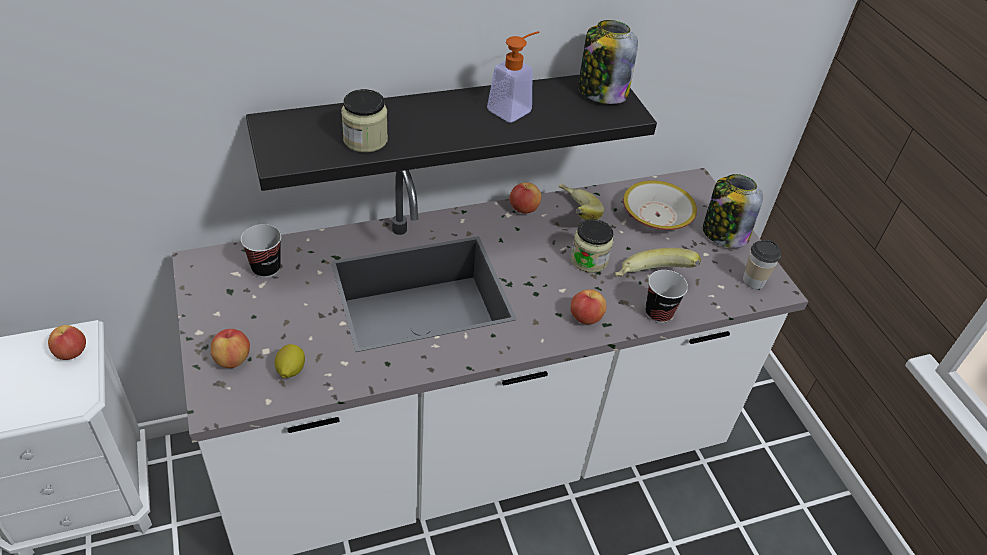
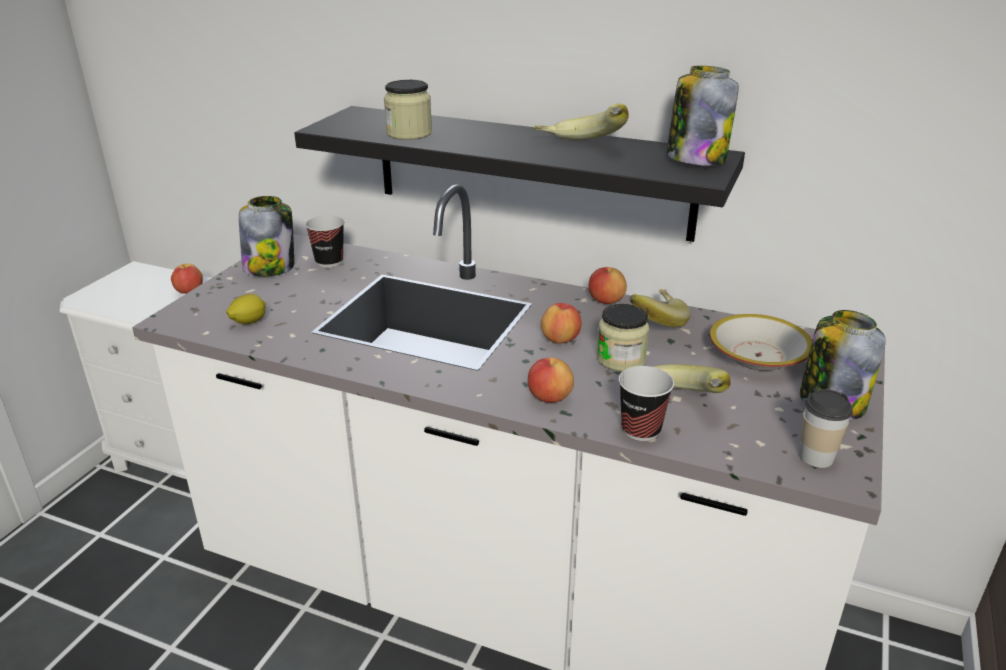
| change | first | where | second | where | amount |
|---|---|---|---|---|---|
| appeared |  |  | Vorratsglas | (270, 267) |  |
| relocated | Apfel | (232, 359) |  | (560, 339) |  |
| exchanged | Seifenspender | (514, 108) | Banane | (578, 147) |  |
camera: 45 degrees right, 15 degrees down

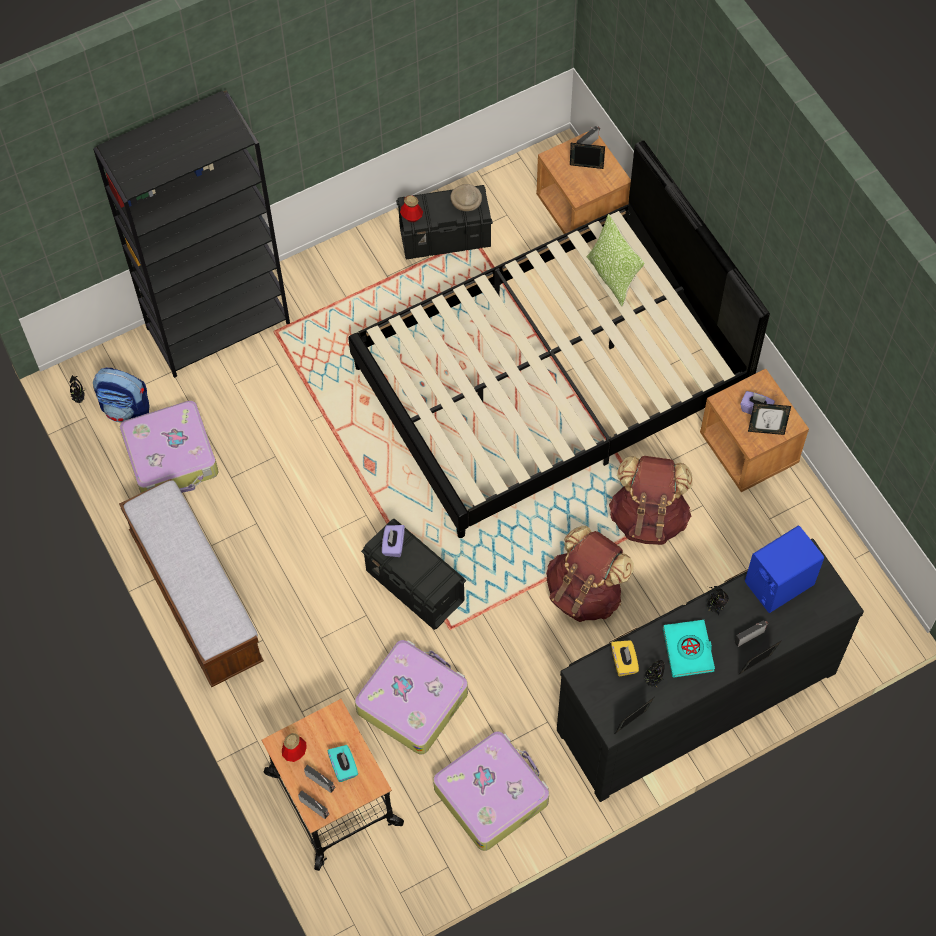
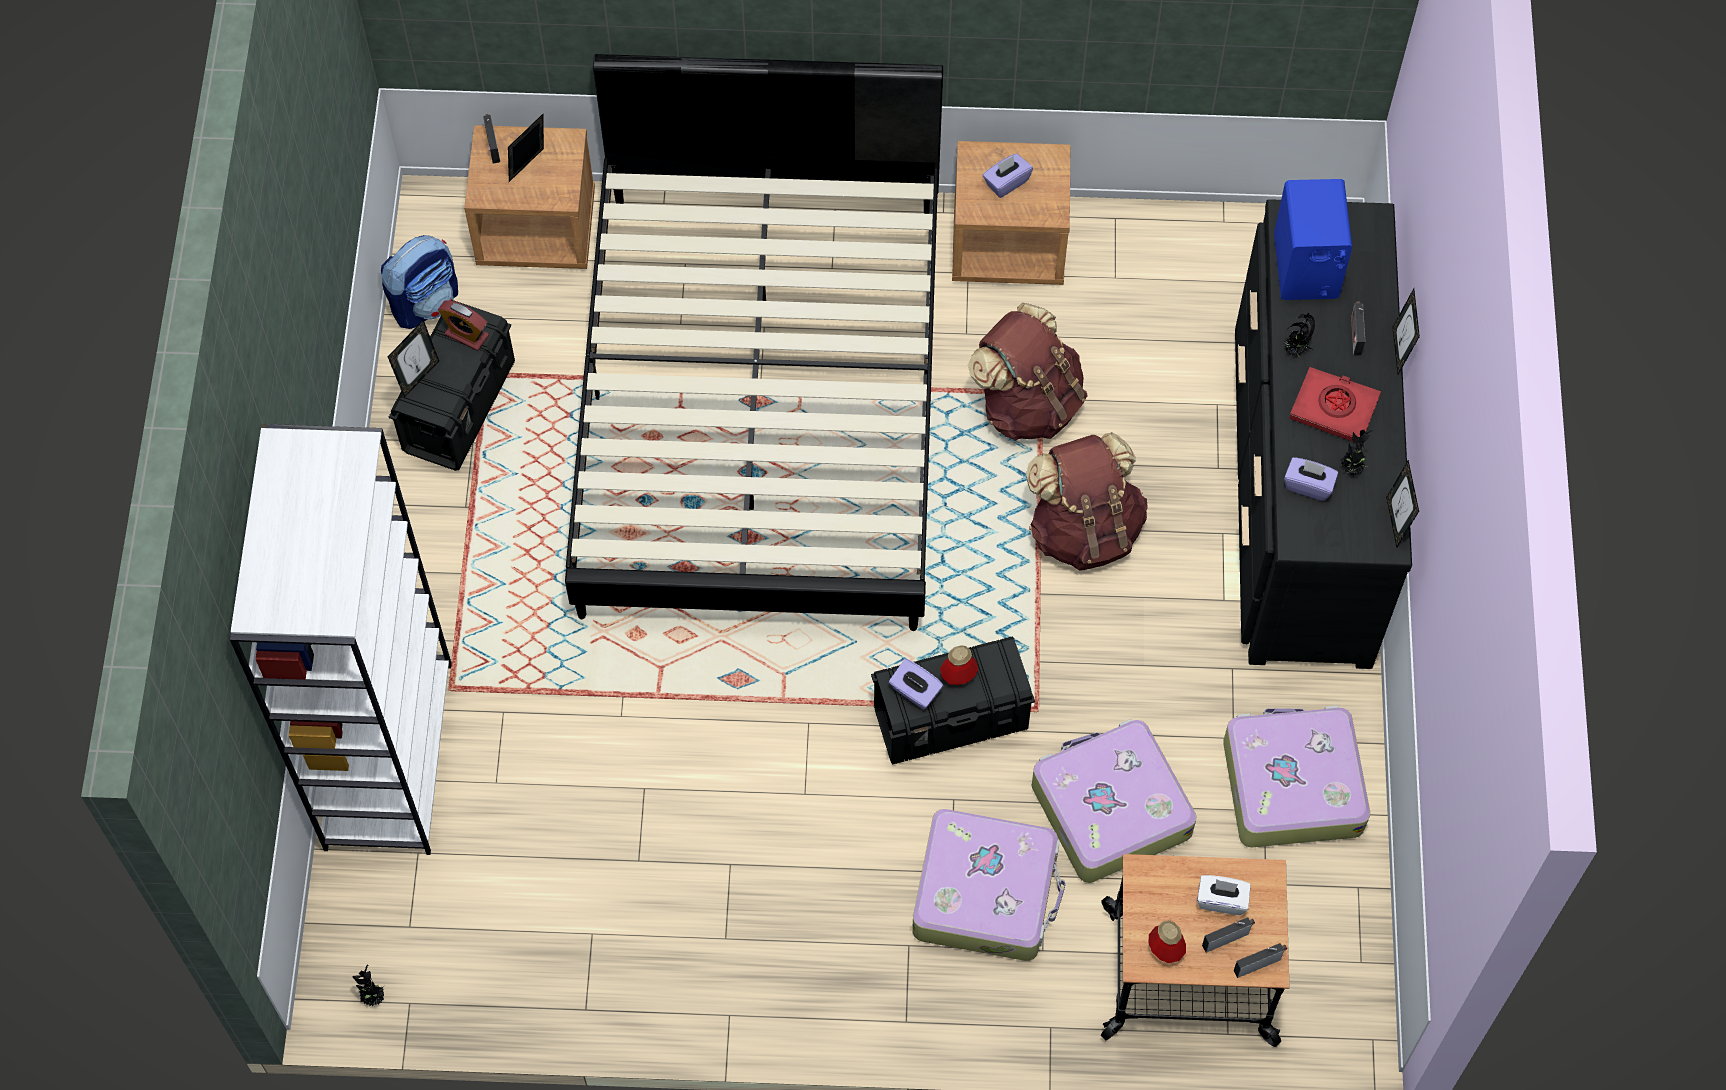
| change | first | where | second | where | amount |
|---|---|---|---|---|---|
| missing | Bank | (196, 597) |  |  |  |
| missing | Kissen | (612, 277) |  |  |  |
| relocated | Rucksack | (126, 408) |  | (426, 302) |  |
| relocated | Koffer | (172, 457) |  | (986, 892) |  |
| relocated | Flasche | (411, 217) |  | (958, 675) |  |
| relocated | Bilderrahmen | (766, 430) |  | (418, 377) |  |
| exchanged | Schüssel [beige] | (467, 204) | Wecker | (467, 335) |  |
| colour | Bücherregal [schwarz] | (219, 325) | Bücherregal [weiß] | (387, 754) |  |
| colour | Taschentuchbox [türkis] | (344, 767) | Taschentuchbox [weiß] | (1221, 900) |  |
| colour | Taschentuchbox [gelb] | (624, 662) | Taschentuchbox [lila] | (1308, 485) |  |
| colour | Buch [türkis] | (688, 650) | Buch [rot] | (1334, 408) |  |
camera: 60 degrees left, 0 degrees up

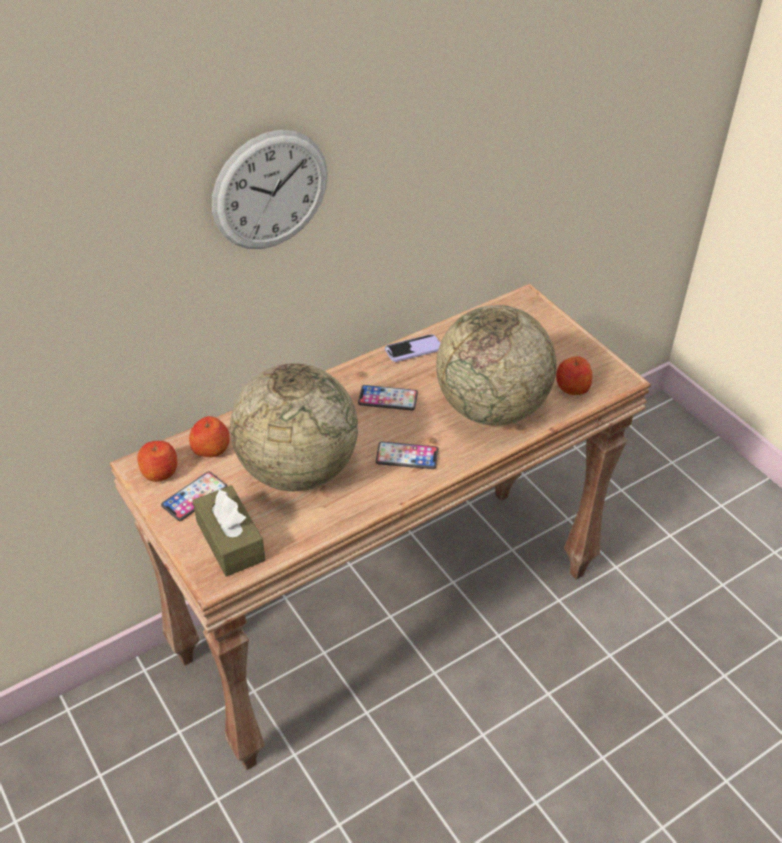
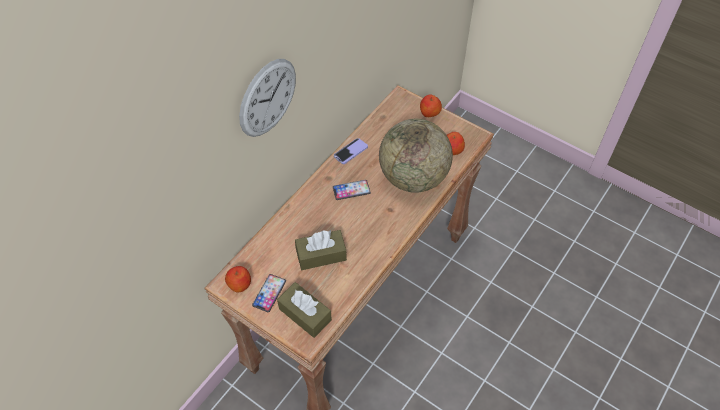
| change | first | where | second | where | amount |
|---|---|---|---|---|---|
| missing | Handy | (407, 456) |  |  |  |
| relocated | Apfel | (211, 449) |  | (429, 112) |  |
| exchanged | Globus | (297, 470) | Taschentuchbox [braun] | (321, 255) |  |
camera: 20 degrees left, 10 degrees up

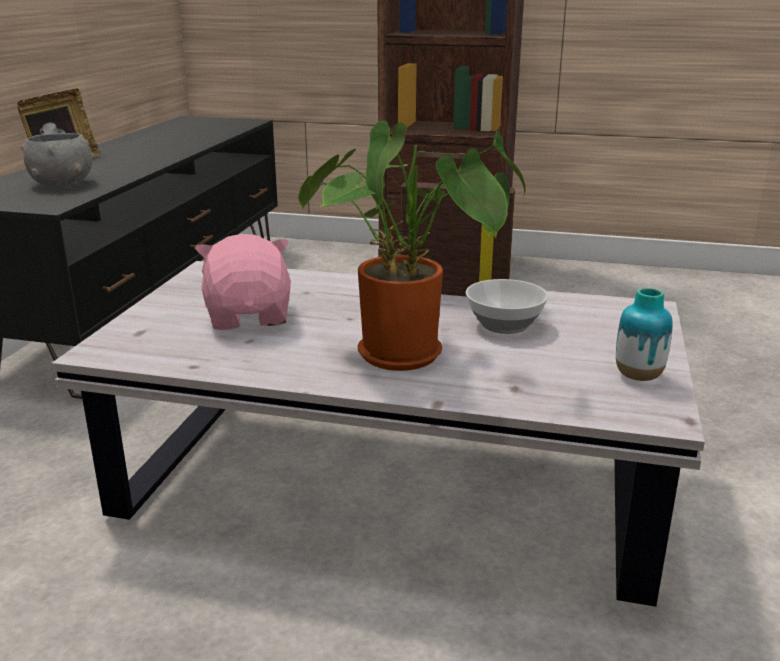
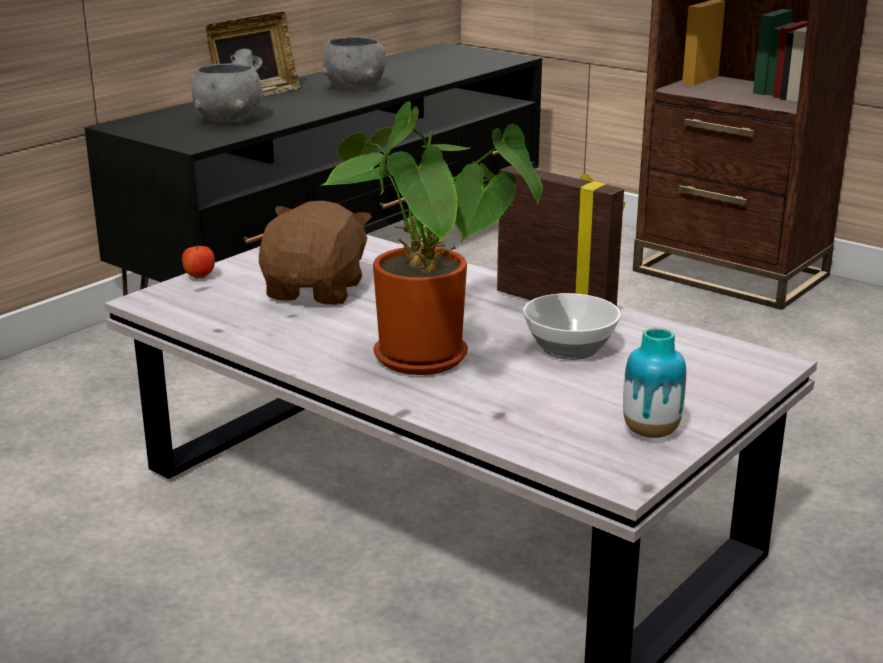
| change | first | where | second | where | amount |
|---|---|---|---|---|---|
| appeared |  |  | Apfel | (199, 277) |  |
| appeared |  |  | Schüssel [grau] | (354, 87) |  |
| colour | Plüschtier [rosa] | (249, 316) | Plüschtier [braun] | (316, 291) |  |
camera: 25 degrees right, 0 degrees up

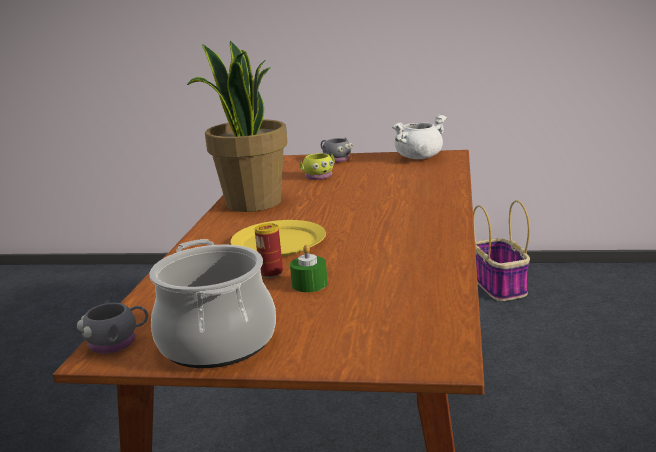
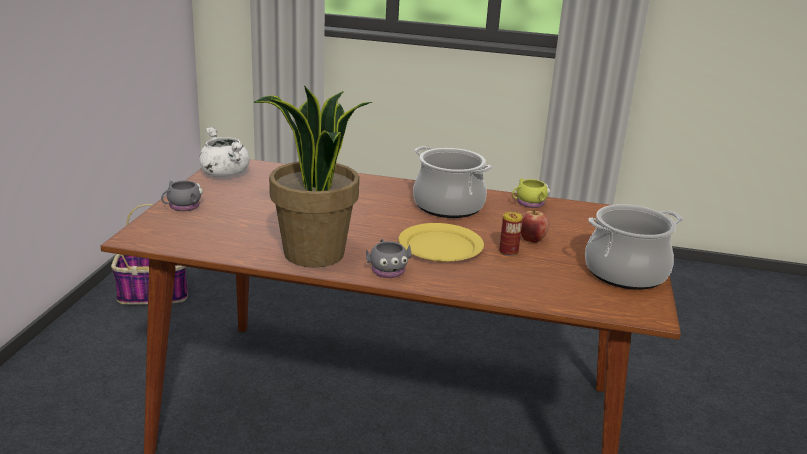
| change | first | where | second | where | amount |
|---|---|---|---|---|---|
| appeared |  |  | Kochtopf | (449, 206) |  |
| relocated | Henkelbecher [grau] | (117, 342) |  | (387, 269) |  |
| relocated | Henkelbecher [gelb] | (317, 176) |  | (528, 203) |  |
| exchanged | Kerze [grün] | (309, 284) | Apfel | (532, 240) |  |
camera: 90 degrees left, 5 degrees up

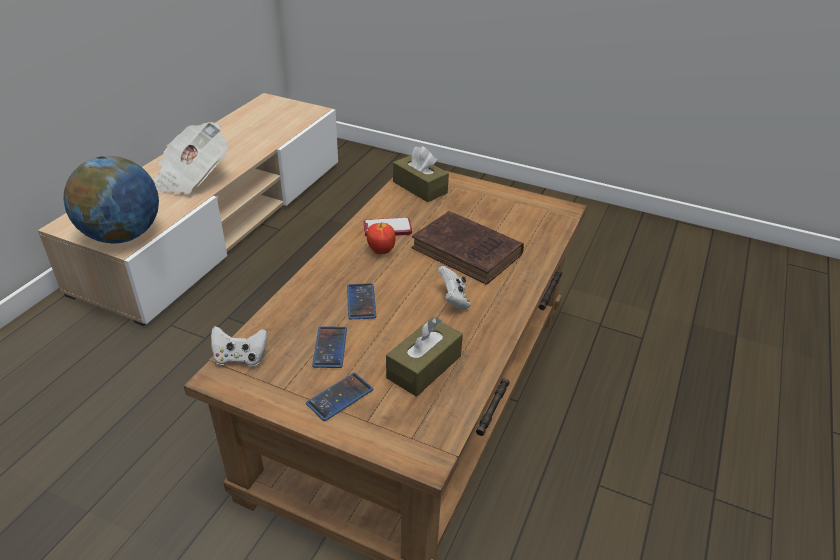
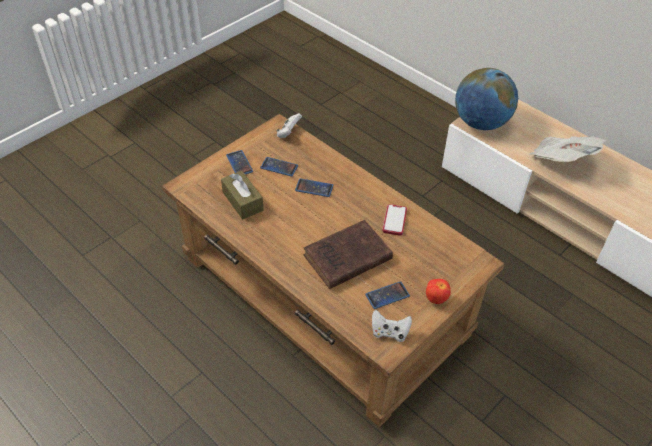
| change | first | where | second | where | amount |
|---|---|---|---|---|---|
| missing | Taschentuchbox [braun] | (420, 187) |  |  |  |
| appeared |  |  | Handy | (387, 295) |  |
| relocated | Apfel | (380, 251) |  | (436, 299) |  |
| relocated | Gamepad [weiß] | (454, 300) |  | (389, 332) |  |
camera: 110 degrees right, 10 degrees up

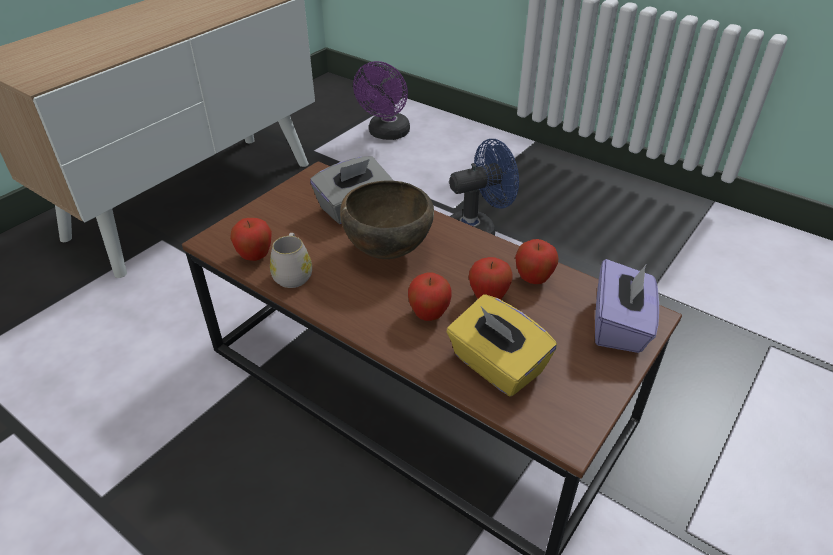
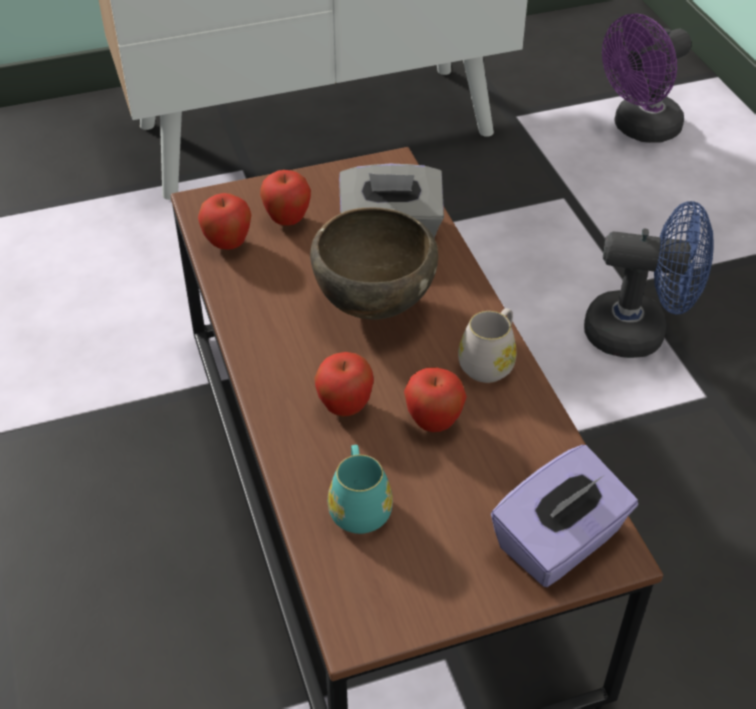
| change | first | where | second | where | amount |
|---|---|---|---|---|---|
| relocated | Henkelbecher [weiß] | (293, 274) |  | (489, 362) |  |
| relocated | Apfel | (533, 280) |  | (287, 220) |  |
| exchanged | Taschentuchbox [gelb] | (496, 366) | Henkelbecher [türkis] | (359, 506) |  |
camera: 35 degrees right, 5 degrees up

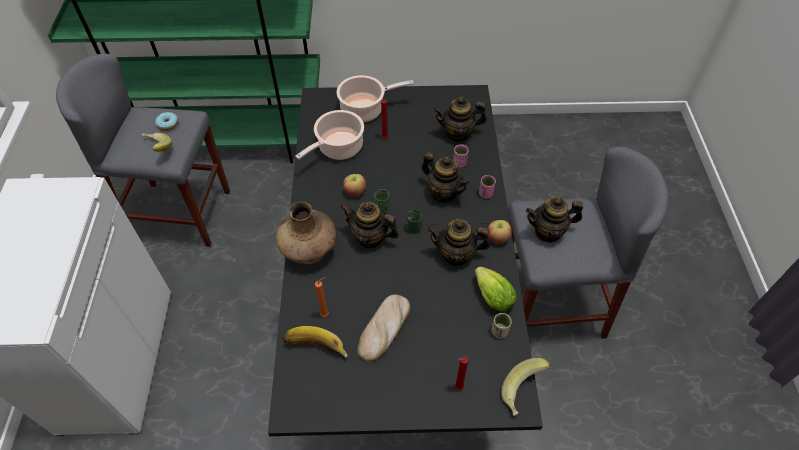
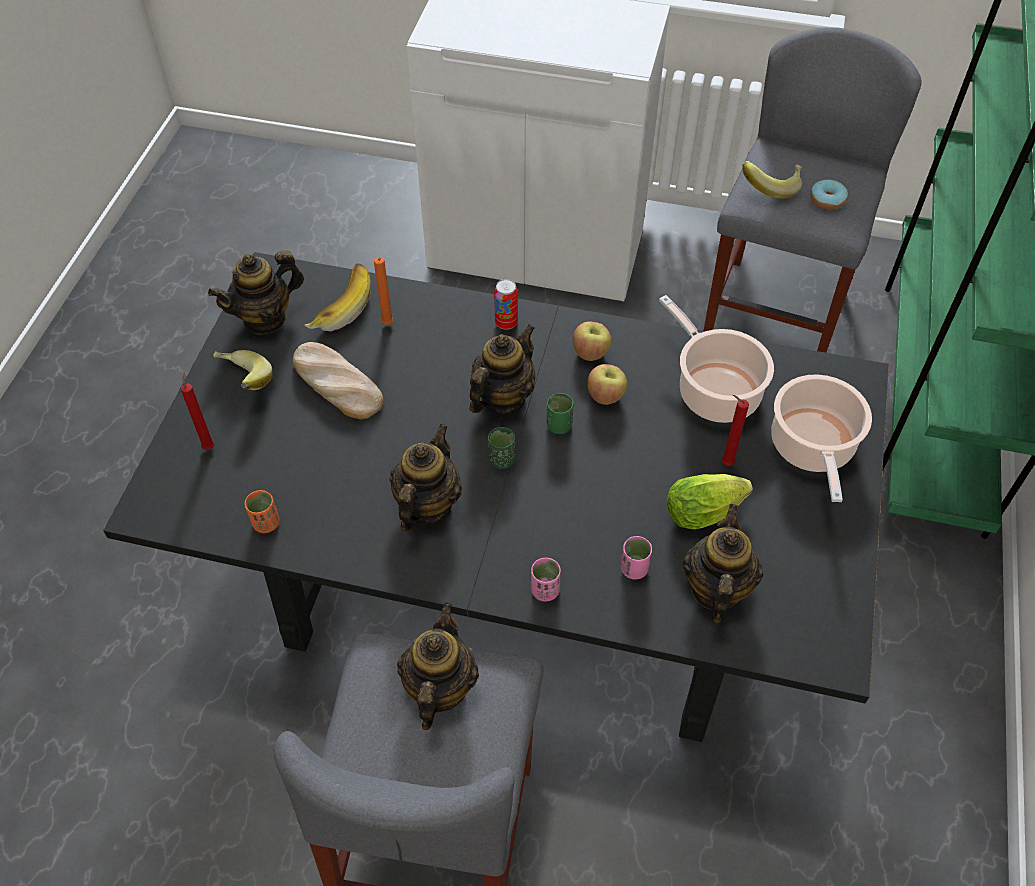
| change | first | where | second | where | amount |
|---|---|---|---|---|---|
| relocated | Teekanne | (443, 193) |  | (265, 318) |  |
| relocated | Salatkopf | (491, 295) |  | (707, 511) |  |
| relocated | Apfel | (497, 238) |  | (591, 353) |  |
| relocated | Banane | (523, 392) |  | (242, 382) |  |
| exchanged | Vase [braun] | (309, 249) | Dose | (506, 323) |  |
| colour | Tasse [beige] | (499, 331) | Tasse [orange] | (266, 523) |  |
camera: 105 degrees right, 0 degrees up

